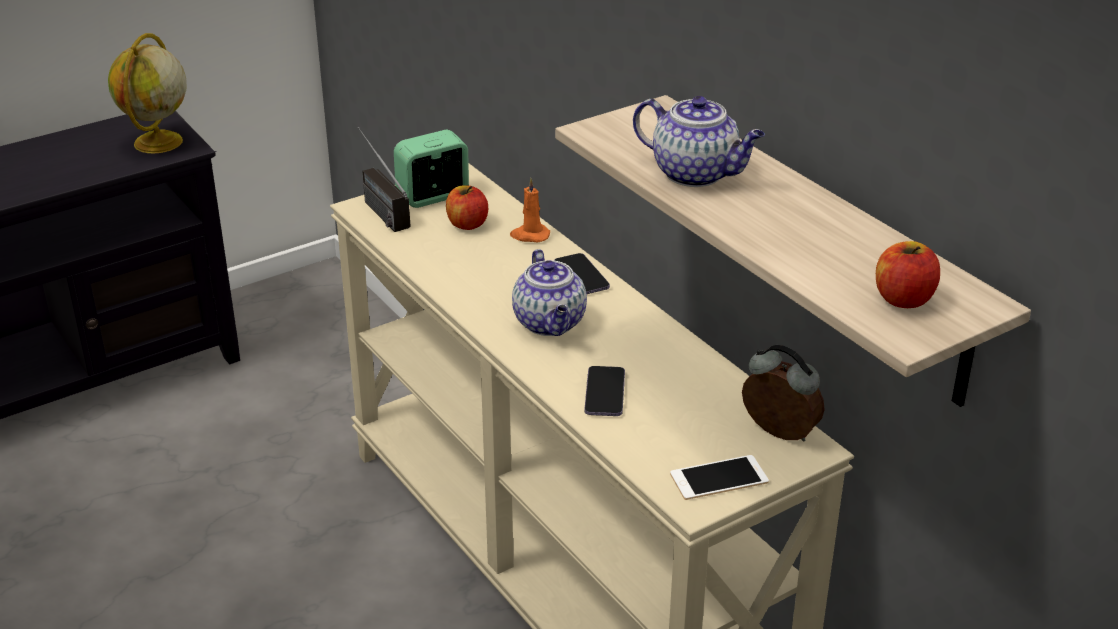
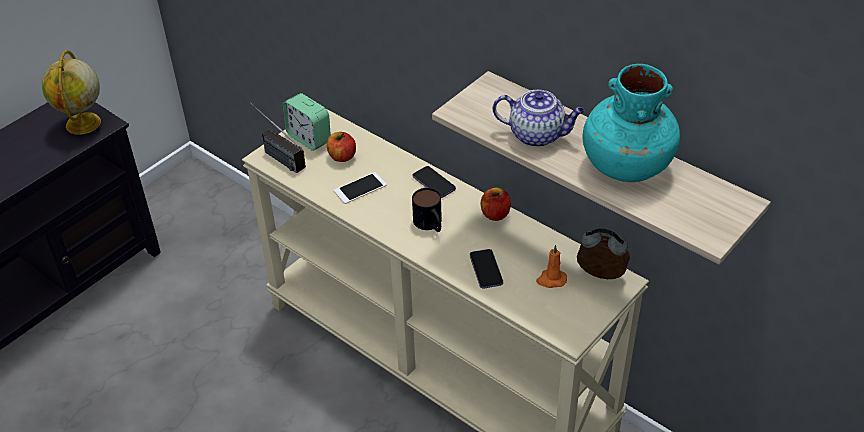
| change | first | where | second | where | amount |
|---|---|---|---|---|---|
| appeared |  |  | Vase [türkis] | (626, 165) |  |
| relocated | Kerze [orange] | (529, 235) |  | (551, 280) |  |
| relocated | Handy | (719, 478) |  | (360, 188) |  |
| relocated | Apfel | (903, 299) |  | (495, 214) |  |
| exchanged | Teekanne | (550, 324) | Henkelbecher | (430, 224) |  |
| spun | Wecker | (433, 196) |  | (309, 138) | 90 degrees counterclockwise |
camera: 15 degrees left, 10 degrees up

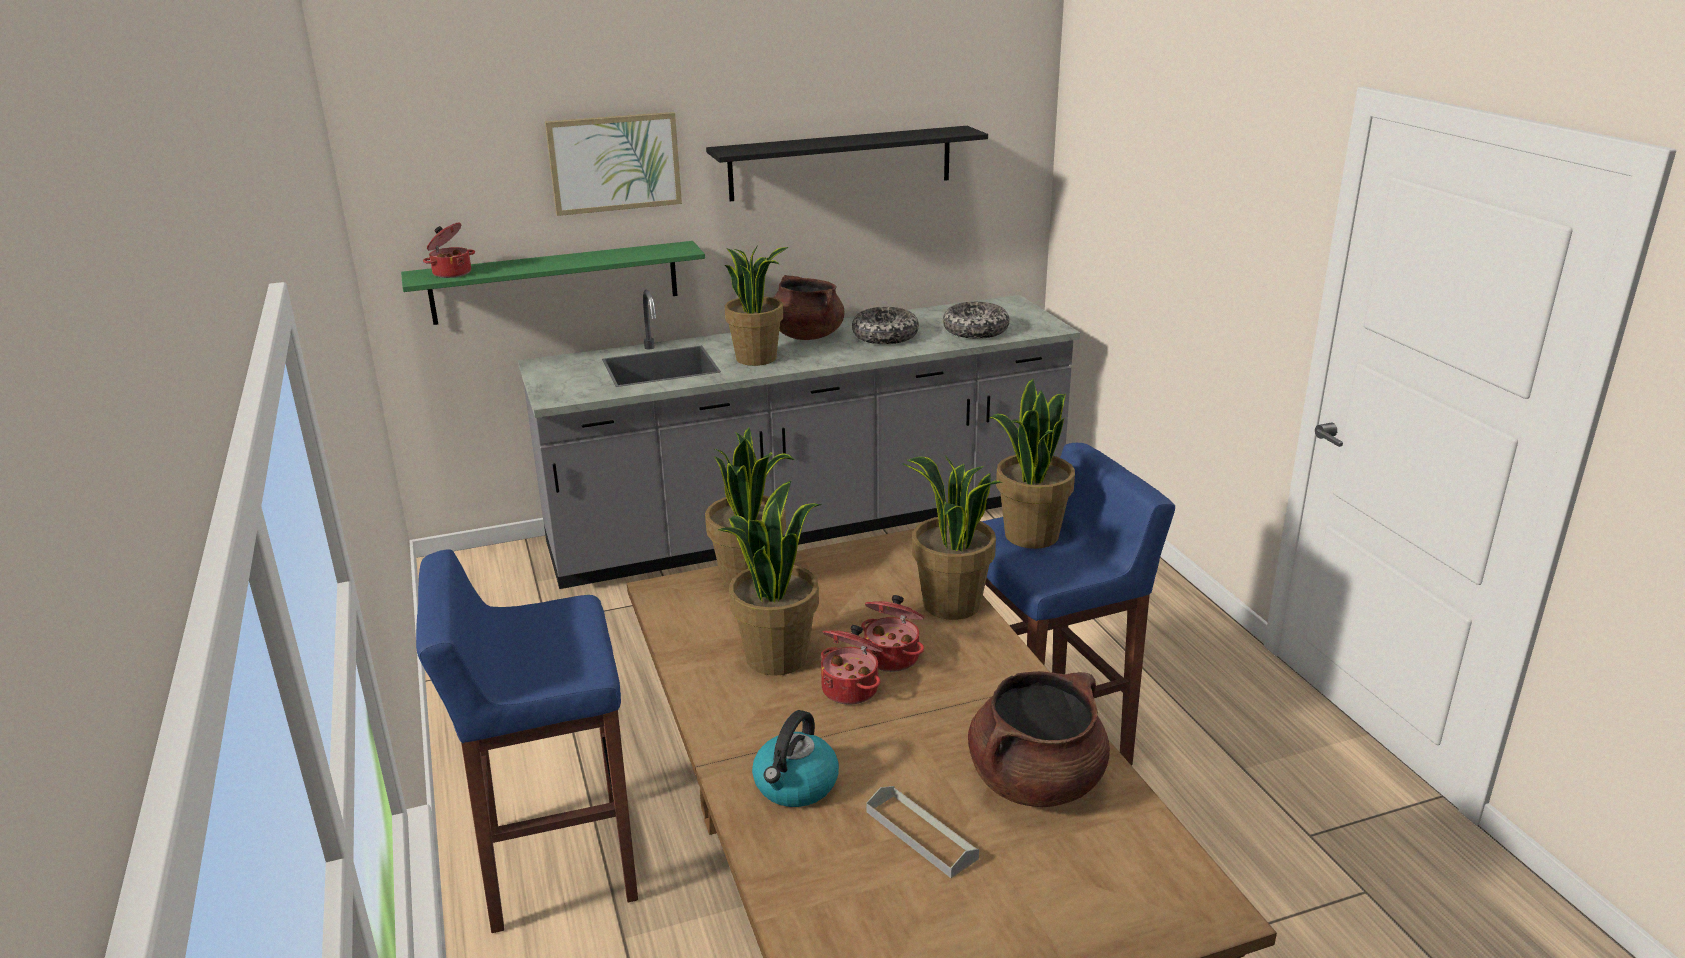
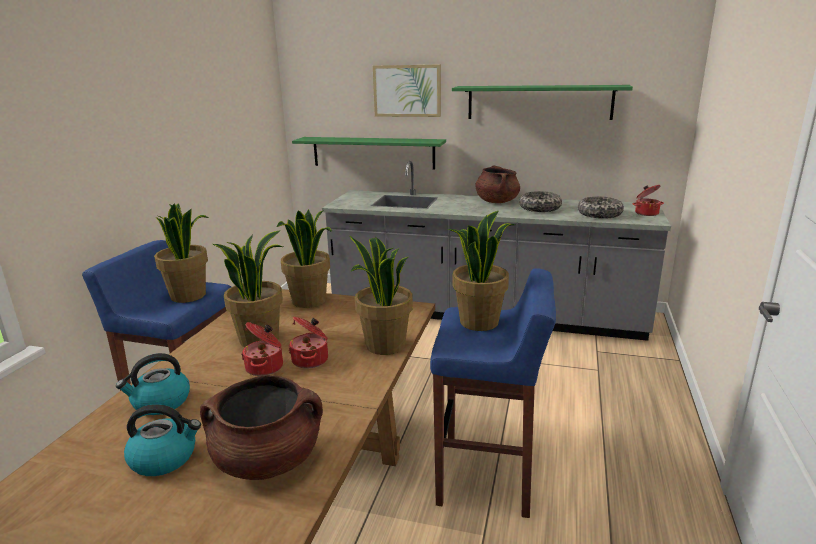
| change | first | where | second | where | amount |
|---|---|---|---|---|---|
| relocated | Kochtopf | (451, 273) |  | (646, 213) |  |
| relocated | Topfpflanze | (757, 358) |  | (189, 295) |  |
| exchanged | Tablett [grau] | (921, 835) | Wasserkessel | (165, 458) |  |
| colour | Wandregal [schwarz] | (841, 163) | Wandregal [grün] | (539, 102) |  |
camera: 35 degrees right, 5 degrees down

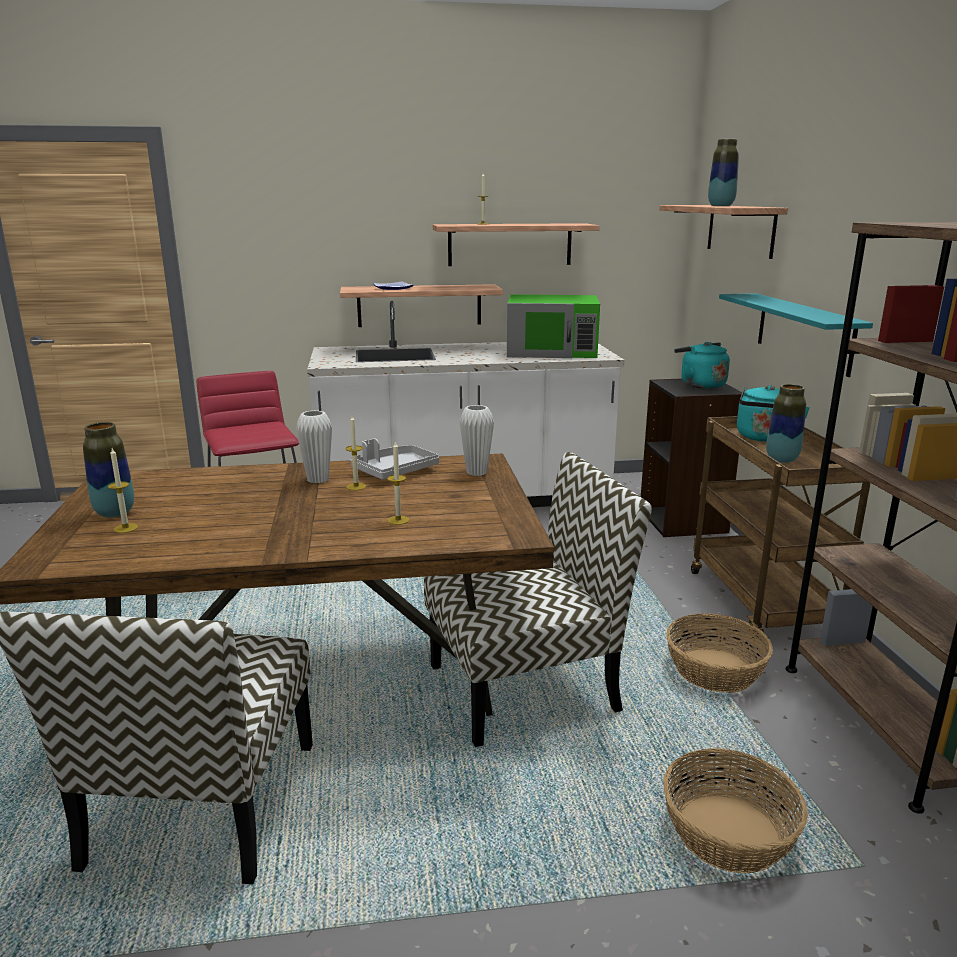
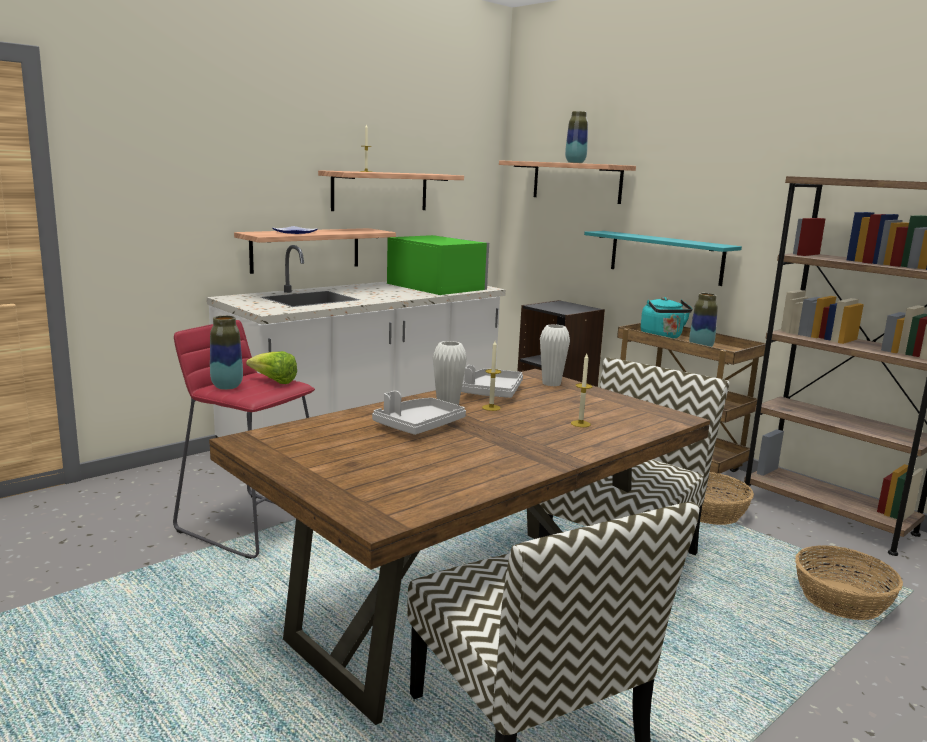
| change | first | where | second | where | amount |
|---|---|---|---|---|---|
| missing | Kerze | (126, 528) |  |  |  |
| missing | Wasserkessel [türkis] | (700, 385) |  |  |  |
| appeared |  |  | Salatkopf | (274, 381) |  |
| appeared |  |  | Tablett [grau] | (418, 426) |  |
| relocated | Vase | (115, 513) |  | (227, 387) |  |
| spun | Mikrowelle [grün] | (552, 351) |  | (435, 286) | 105 degrees counterclockwise |
camera: 35 degrees left, 5 degrees down

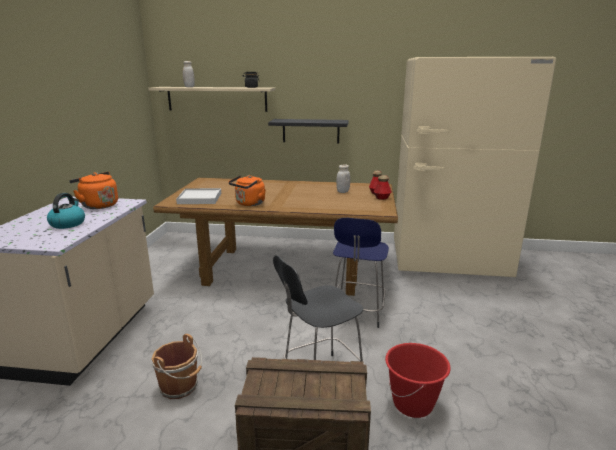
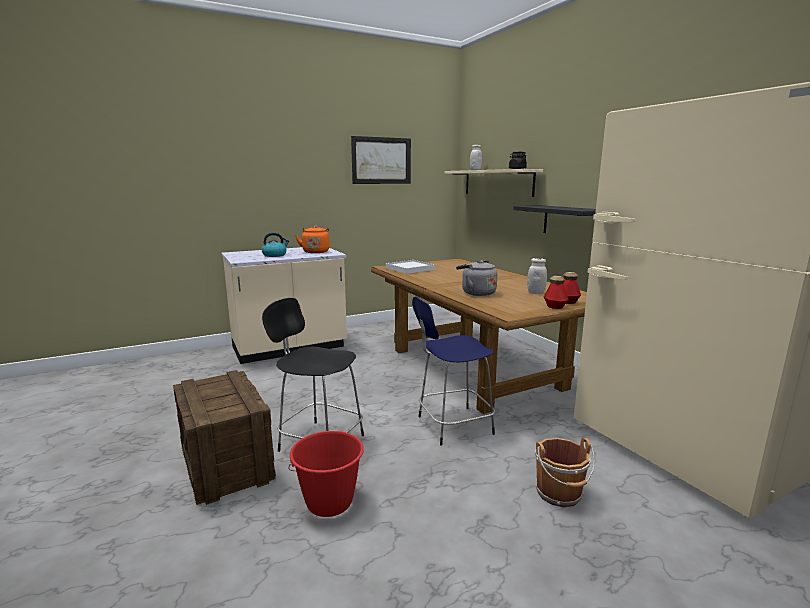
| change | first | where | second | where | amount |
|---|---|---|---|---|---|
| missing | Wasserkessel [orange] | (249, 204) |  |  |  |
| appeared |  |  | Bild | (381, 160) |  |
| appeared |  |  | Wasserkessel [grau] | (476, 293) |  |
| relocated | Eimer [braun] | (180, 387) |  | (560, 494) |  |
camera: 55 degrees right, 5 degrees down

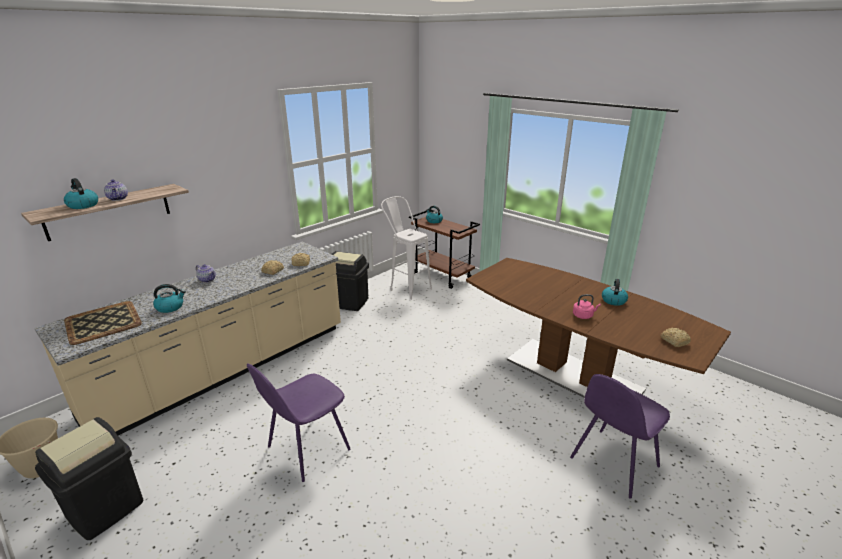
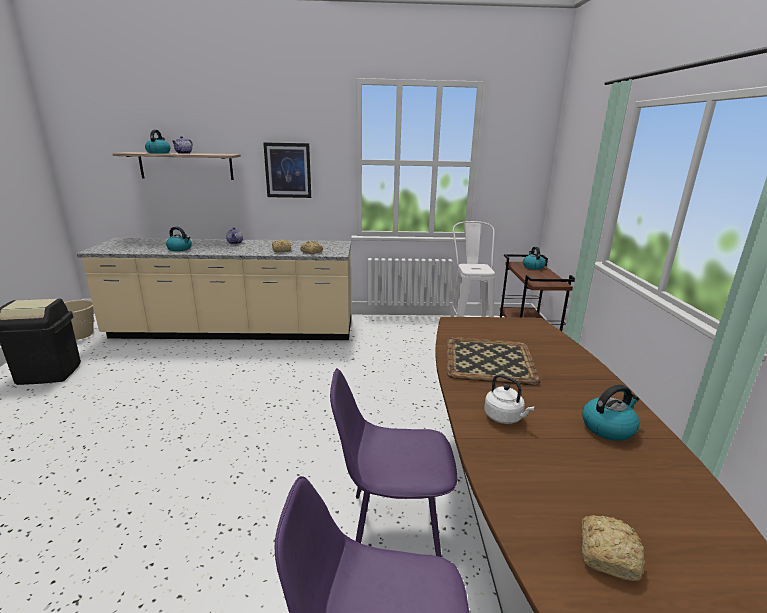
| change | first | where | second | where | amount |
|---|---|---|---|---|---|
| missing | Mülleimer [schwarz] | (349, 303) |  |  |  |
| appeared |  |  | Bild | (288, 170) |  |
| relocated | Tablett | (102, 323) |  | (488, 361) |  |
| relocated | Stuhl [lila] | (306, 449) |  | (391, 532) |  |
| colour | Wasserkessel [rosa] | (583, 316) | Wasserkessel [weiß] | (505, 417) |  |
camera: 45 degrees right, 5 degrees down

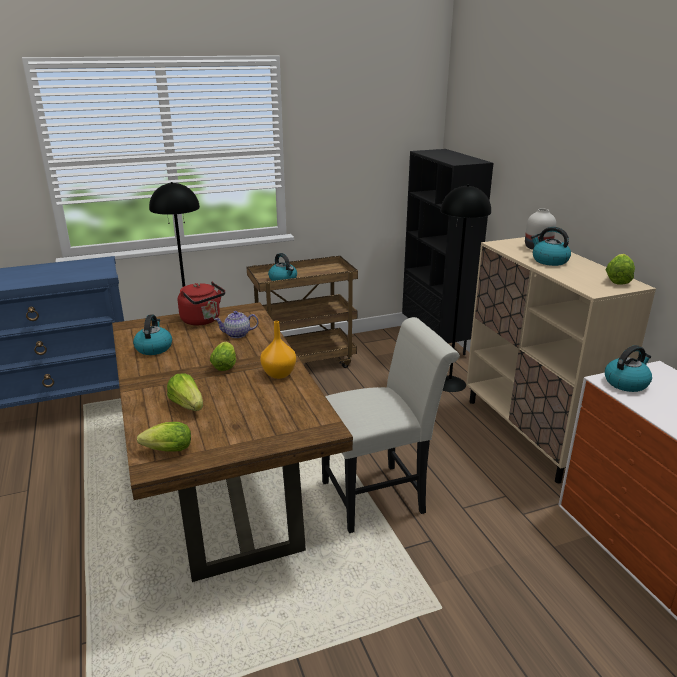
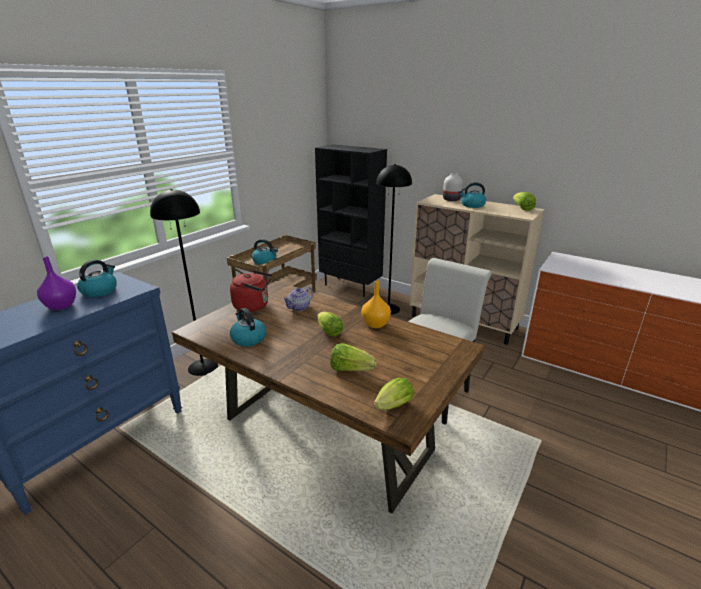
| change | first | where | second | where | amount |
|---|---|---|---|---|---|
| appeared |  |  | Vase [lila] | (61, 306) |  |
| relocated | Wasserkessel | (626, 383) |  | (100, 291) |  |
camera: 35 degrees left, 0 degrees up

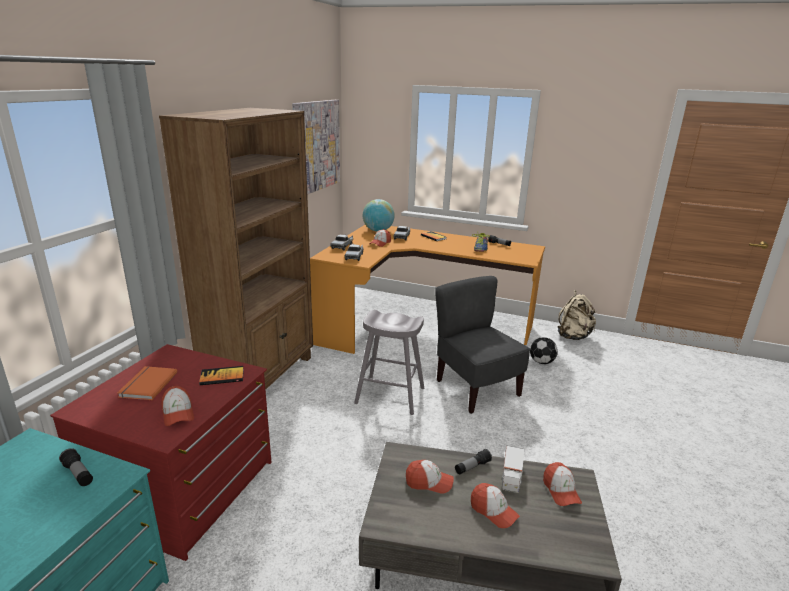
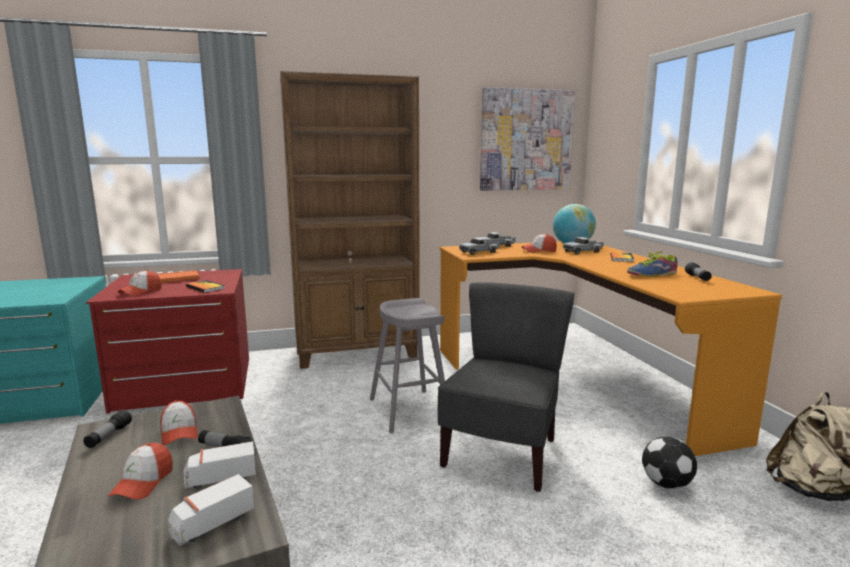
| change | first | where | second | where | amount |
|---|---|---|---|---|---|
| relocated | Taschenlampe | (78, 474) |  | (109, 436) |  |
| exchanged | Kappe | (561, 491) | Spielzeuglaster | (212, 524) |  |
camera: 55 degrees right, 10 degrees down

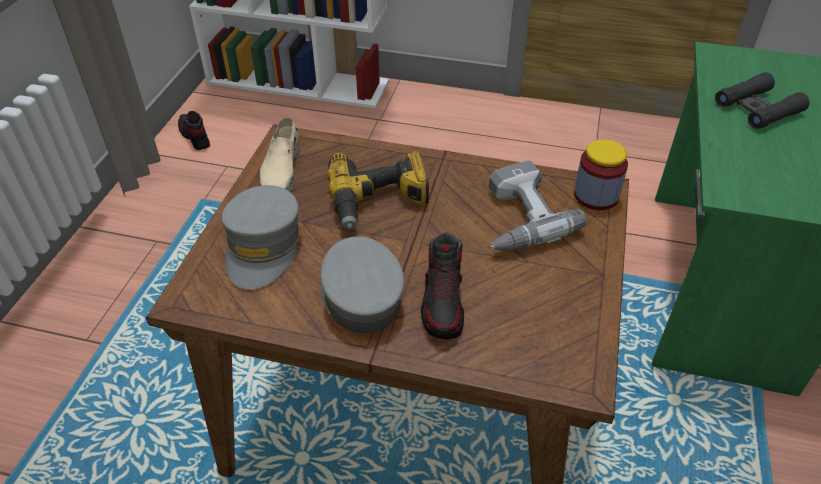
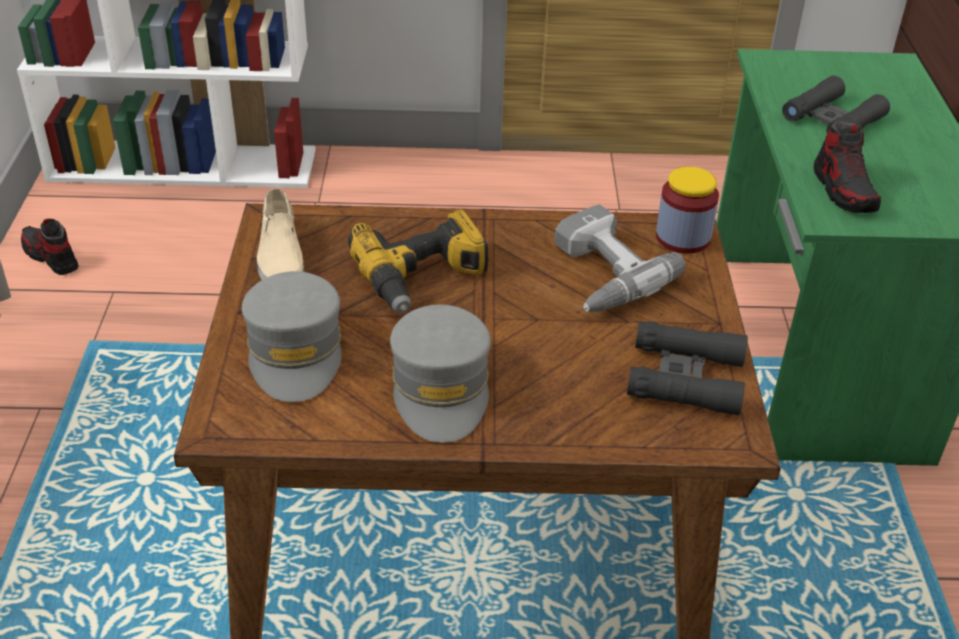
| change | first | where | second | where | amount |
|---|---|---|---|---|---|
| appeared |  |  | Fernglas [schwarz] | (685, 377) |  |
| relocated | Schuh | (443, 303) |  | (844, 190) |  |
| spun | Kappe [grau] | (360, 295) |  | (441, 388) | 150 degrees counterclockwise |
camera: 15 degrees left, 5 degrees down

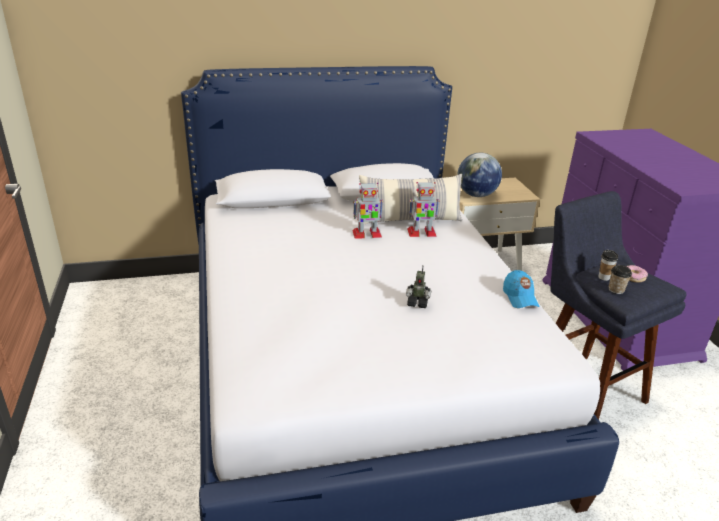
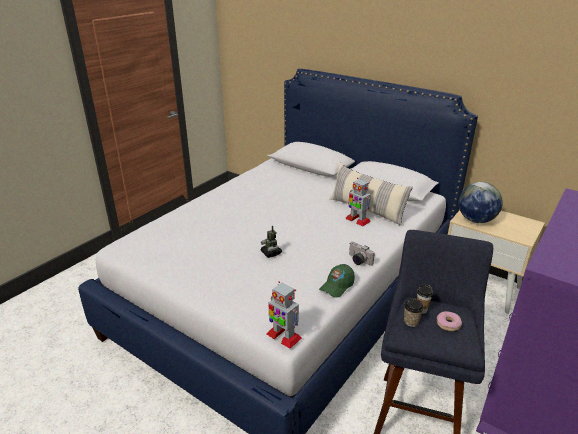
| change | first | where | second | where | amount |
|---|---|---|---|---|---|
| appeared |  |  | Kamera | (358, 261) |  |
| relocated | Spielzeugroboter | (366, 234) |  | (283, 336) |  |
| colour | Kappe [blau] | (520, 297) | Kappe [grün] | (337, 286) |  |
camera: 50 degrees right, 0 degrees up

